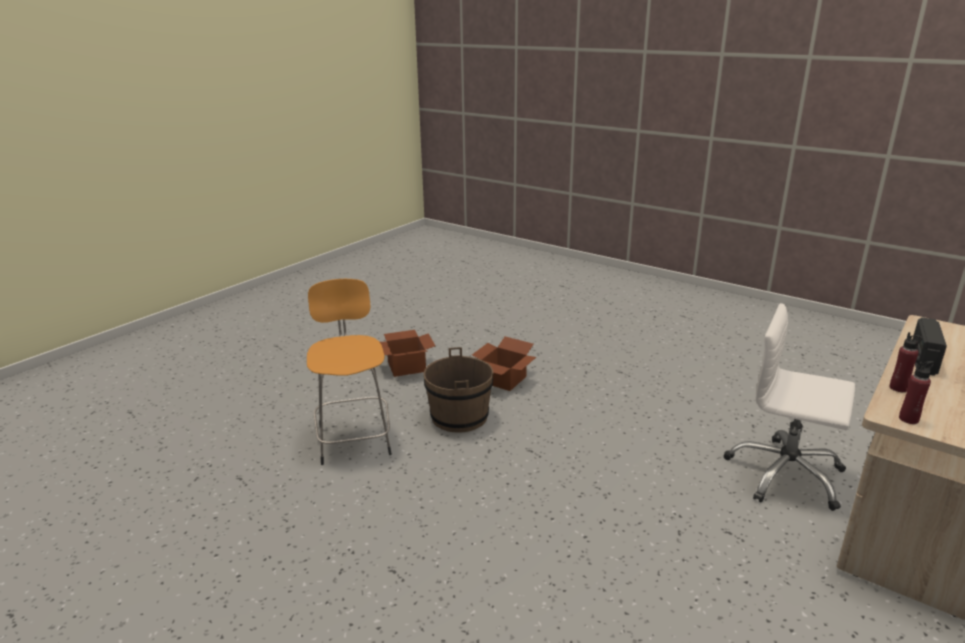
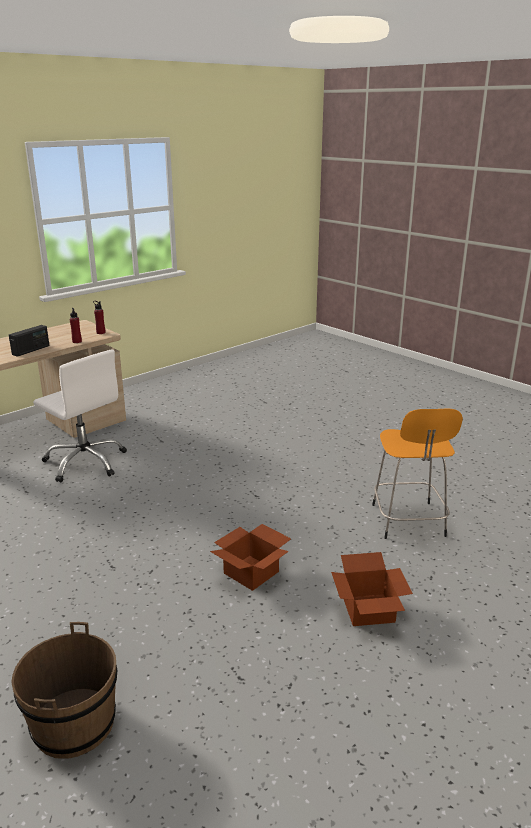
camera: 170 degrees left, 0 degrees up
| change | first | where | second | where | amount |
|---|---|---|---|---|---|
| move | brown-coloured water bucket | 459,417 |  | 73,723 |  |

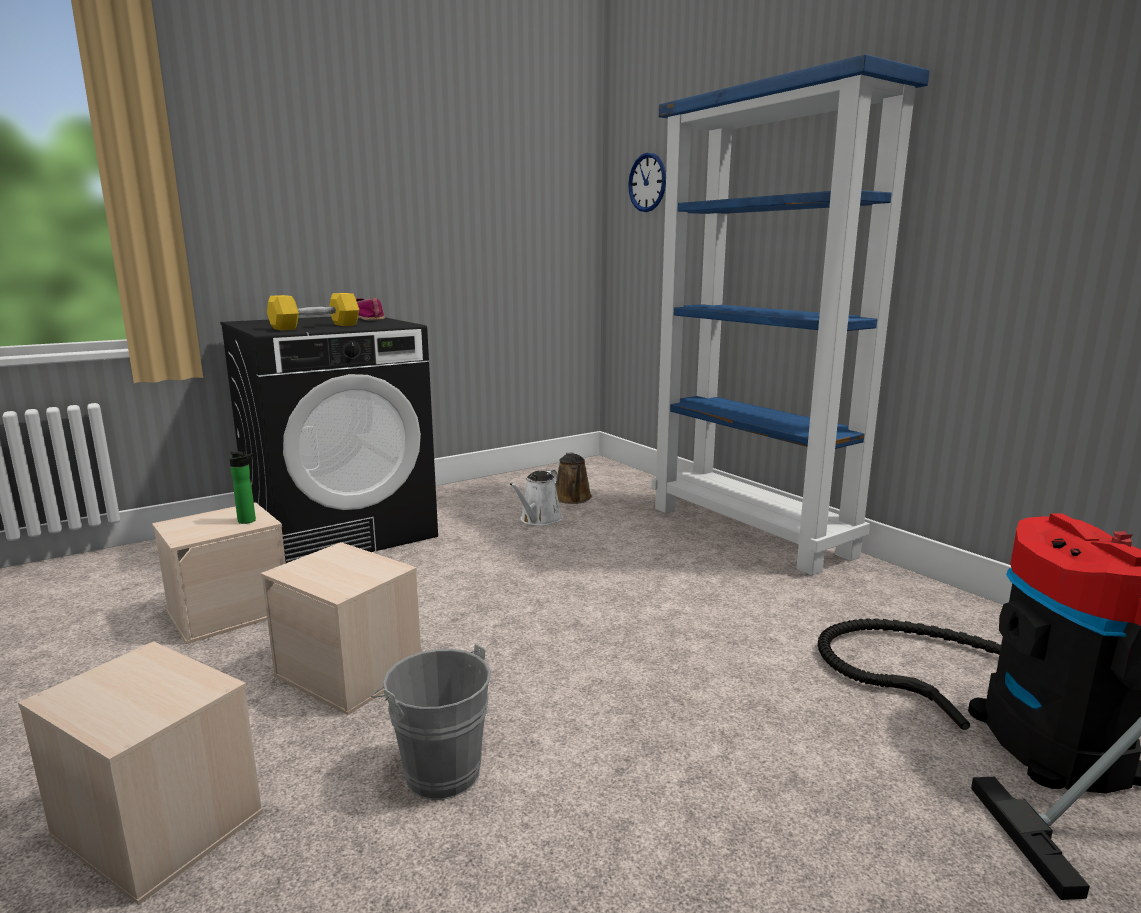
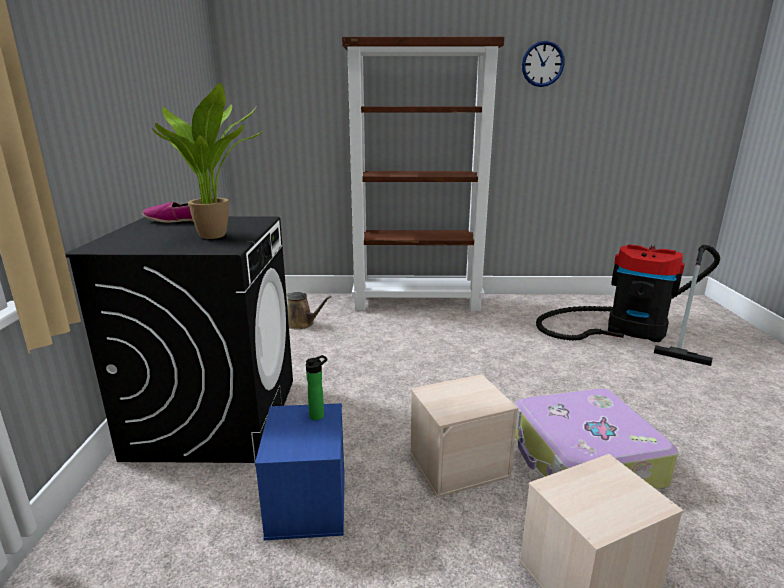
camera: 55 degrees left, 5 degrees up
| change | first | where | second | where | amount |
|---|---|---|---|---|---|
| delete | white-coloured sprinkling can | 539,520 |  |  |  |
| move | hanging clock | 647,182 |  | 542,64 |  |
| replace | yellow-coloured hand weight | 315,327 | plant in a pot | 218,236 |  |
| replace | grey water bucket | 437,769 | travel case | 583,459 |  |
| recolor | beige-coloured storage bin | 230,611 | blue-coloured storage bin | 306,502 |  |
| recolor | blue-coloured shelving unit | 751,531 | brown-coloured shelving unit | 417,302 |  |

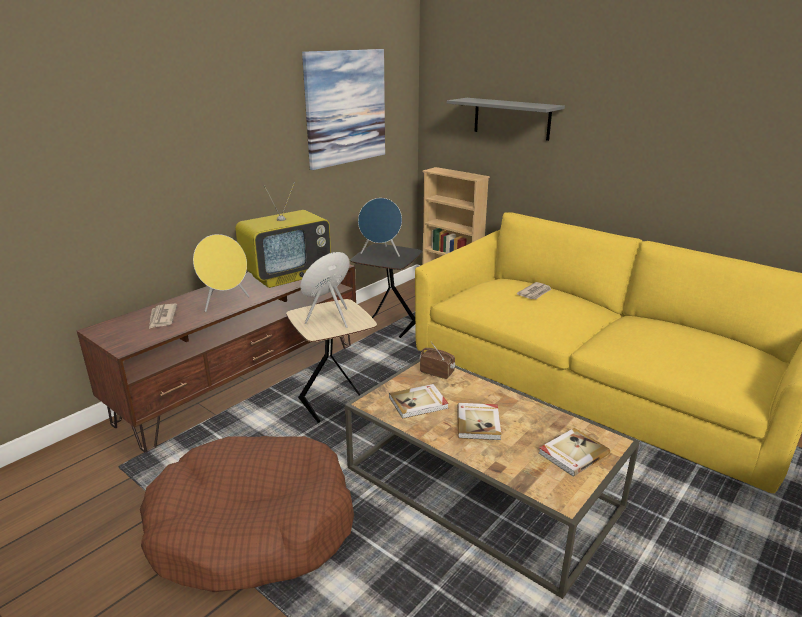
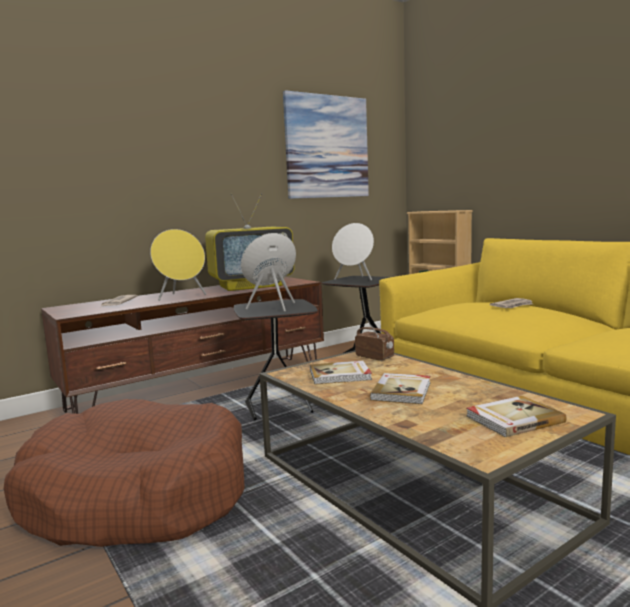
camera: 15 degrees right, 15 degrees down
| change | first | where | second | where | amount |
|---|---|---|---|---|---|
| delete | grey shelf | 511,118 |  |  |  |
| recolor | beige-coloured accent table | 336,403 | black accent table | 280,408 |  |
| recolor | blue-coloured loudspeaker | 381,253 | white-coloured loudspeaker | 354,279 |  |

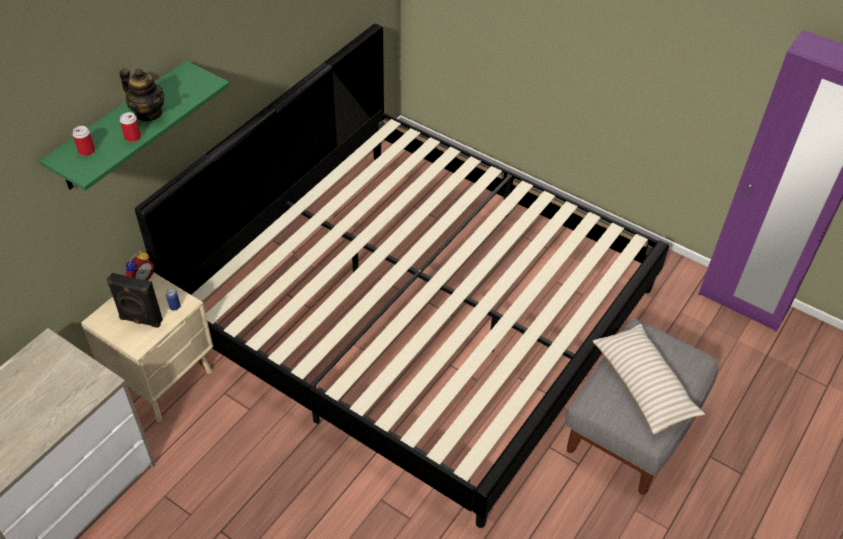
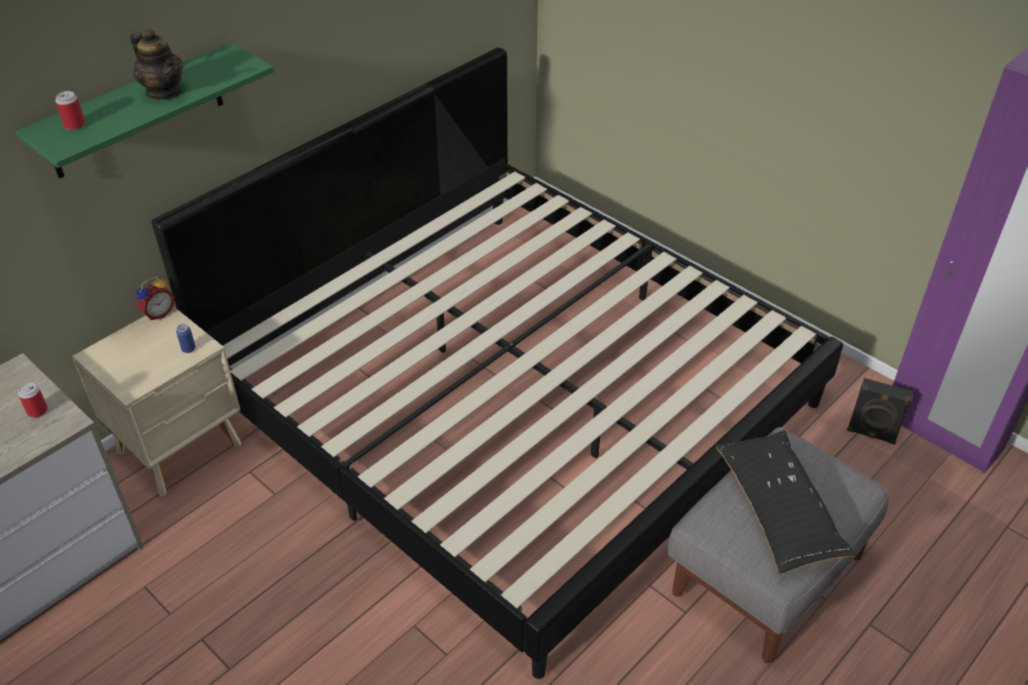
camera: 10 degrees right, 5 degrees down
| change | first | where | second | where | amount |
|---|---|---|---|---|---|
| move | black loudspeaker | 140,320 |  | 871,435 |  |
| move | can | 133,137 |  | 37,411 |  |
| recolor | beige-coloured throw pillow | 644,384 | black throw pillow | 778,510 |  |

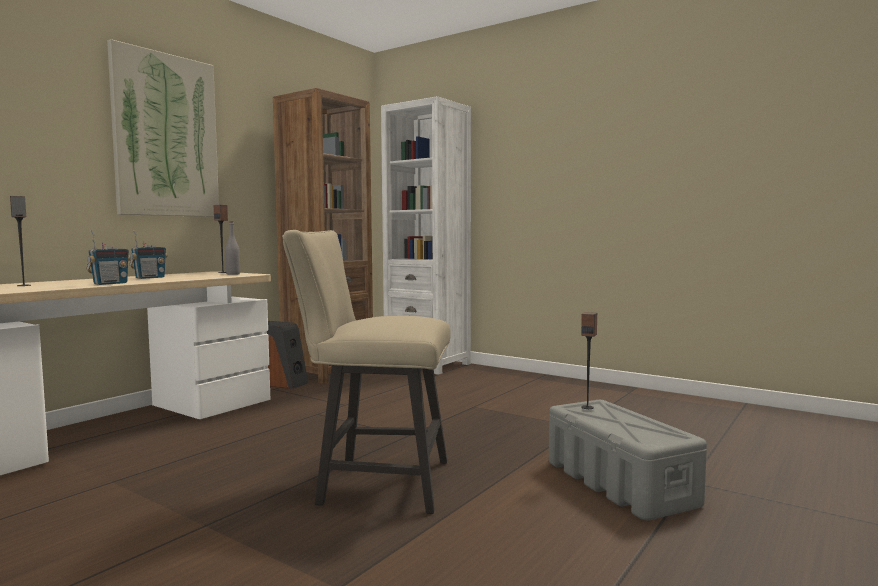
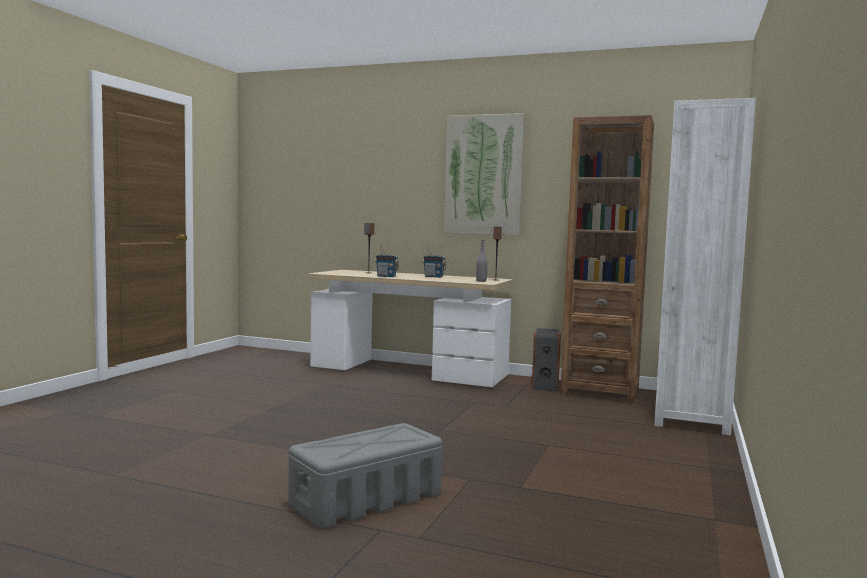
camera: 75 degrees right, 0 degrees up
| change | first | where | second | where | amount |
|---|---|---|---|---|---|
| delete | beige-coloured chair | 374,482 |  |  |  |
| delete | loudspeaker | 587,407 |  |  |  |

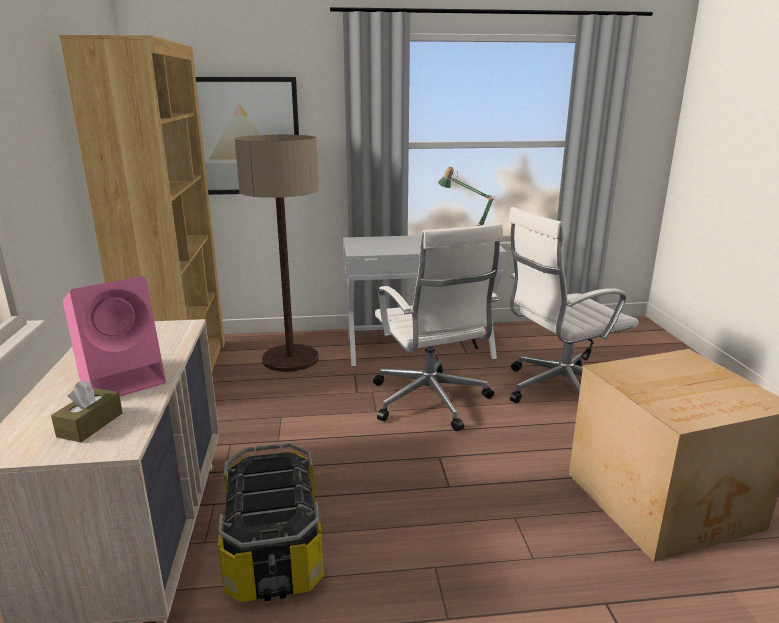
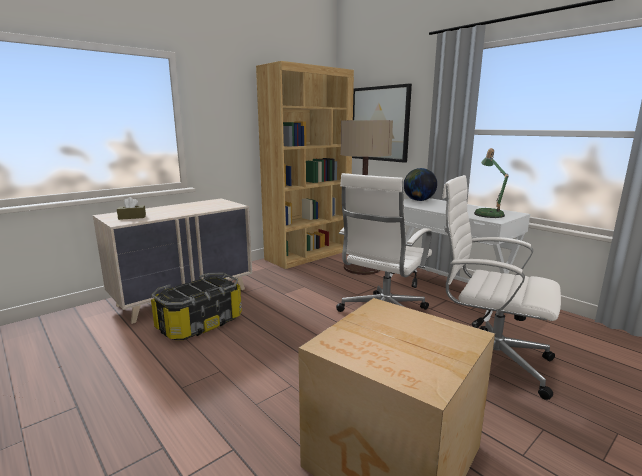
camera: 55 degrees right, 5 degrees down
| change | first | where | second | where | amount |
|---|---|---|---|---|---|
| delete | pink loudspeaker | 124,379 |  |  |  |
| insert |  |  | desk globe | 418,200 |  |

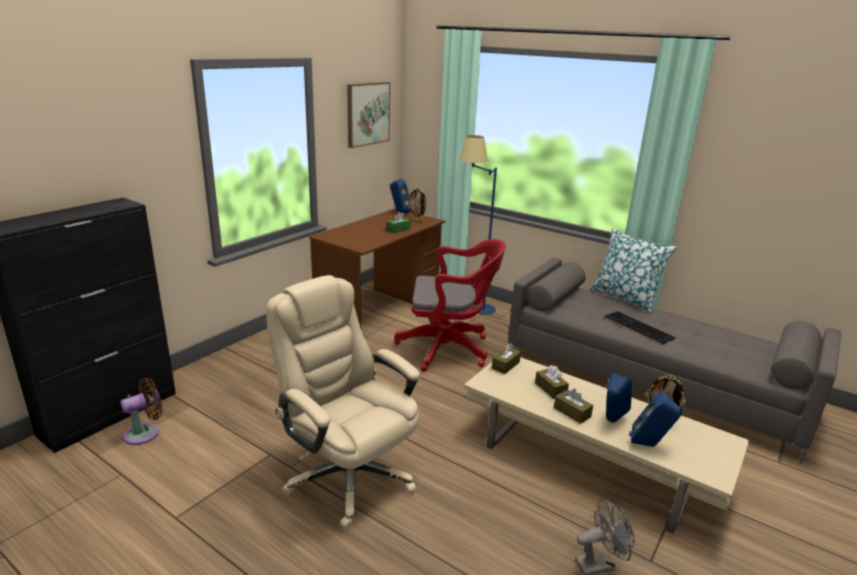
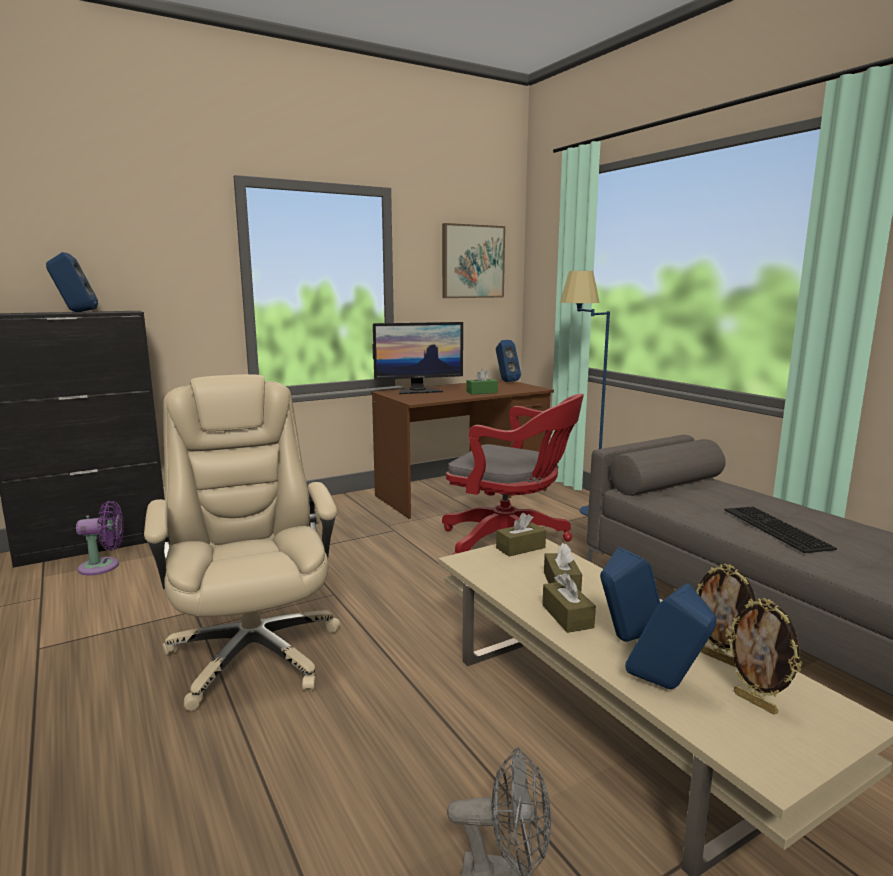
camera: 25 degrees right, 10 degrees down
| change | first | where | second | where | amount |
|---|---|---|---|---|---|
| delete | throw pillow | 625,298 |  |  |  |
| insert |  |  | blue-coloured loudspeaker | 75,312 |  |
| insert |  |  | computer screen | 418,391 |  |
| move | picture frame | 416,221 |  | 756,703 |  |
| recolor | brown-coloured cooling fan | 145,433 | purple cooling fan | 103,566 |  |

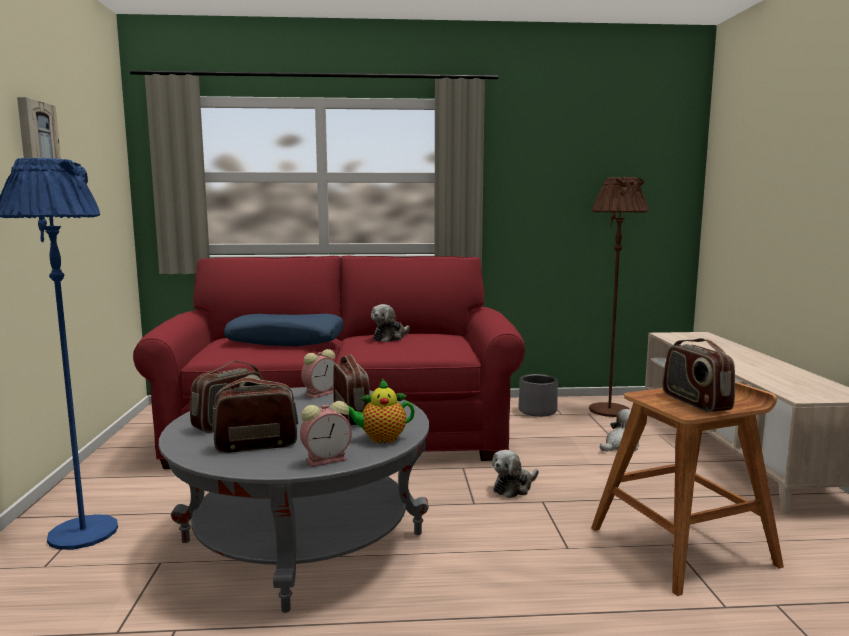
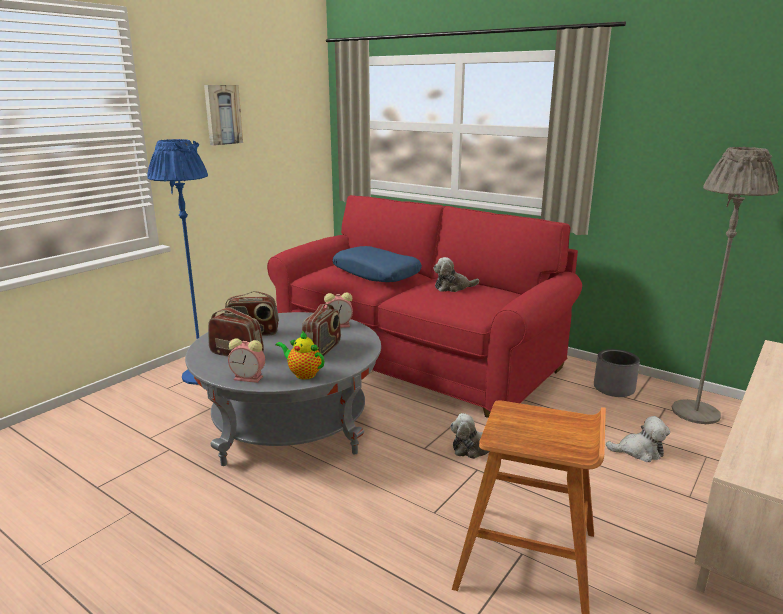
camera: 40 degrees right, 10 degrees up
| change | first | where | second | where | amount |
|---|---|---|---|---|---|
| delete | radio receiver | 695,402 |  |  |  |
| recolor | brown-coloured floor lamp | 609,410 | grey floor lamp | 695,412 |  |

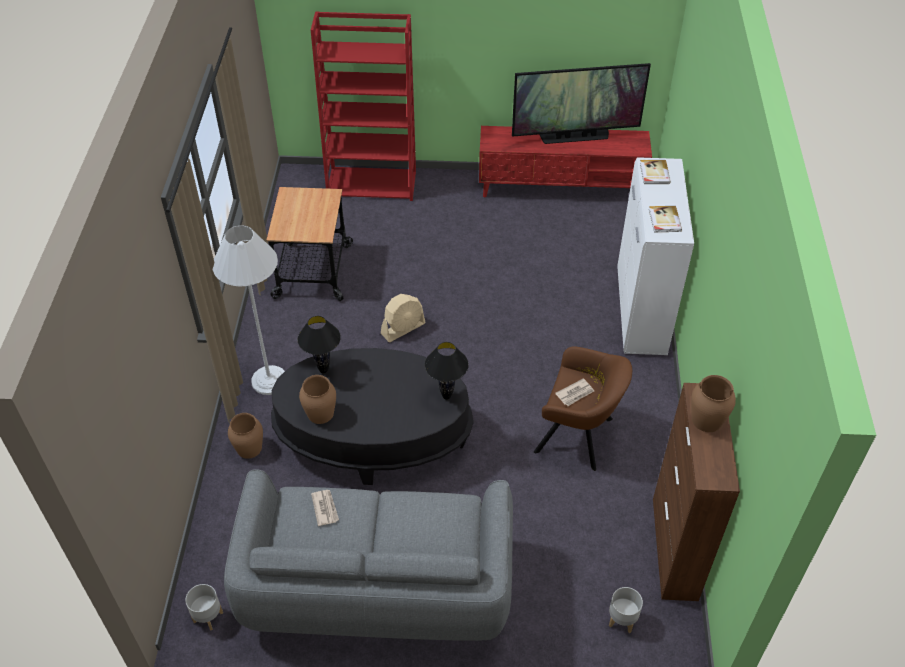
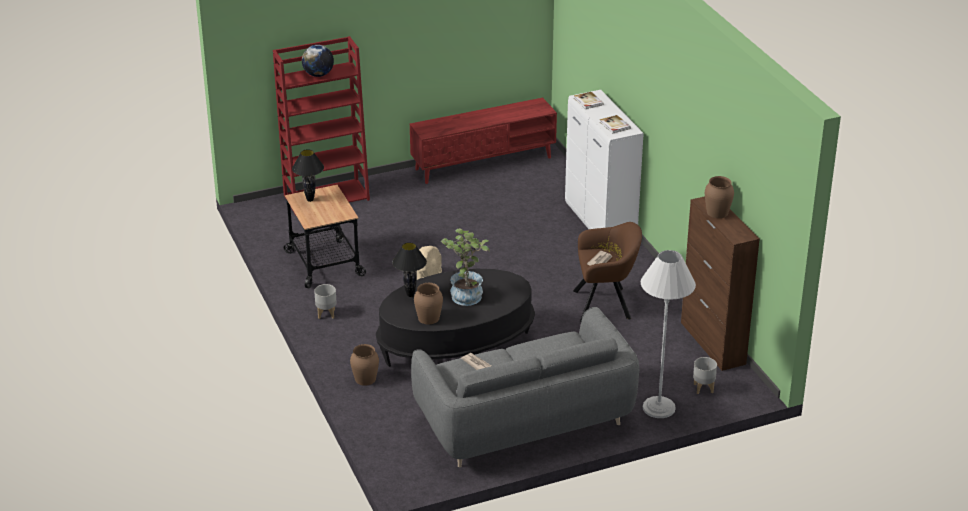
camera: 25 degrees left, 15 degrees down
| change | first | where | second | where | amount |
|---|---|---|---|---|---|
| delete | TV set | 575,137 |  |  |  |
| insert |  |  | desk globe | 318,75 |  |
| insert |  |  | plant in a pot | 466,294 |  |
| move | grey flower pot | 208,617 |  | 326,314 |  |
| move | white-coloured floor lamp | 269,380 |  | 659,408 |  |
| move | black table lamp | 446,396 |  | 310,200 |  |

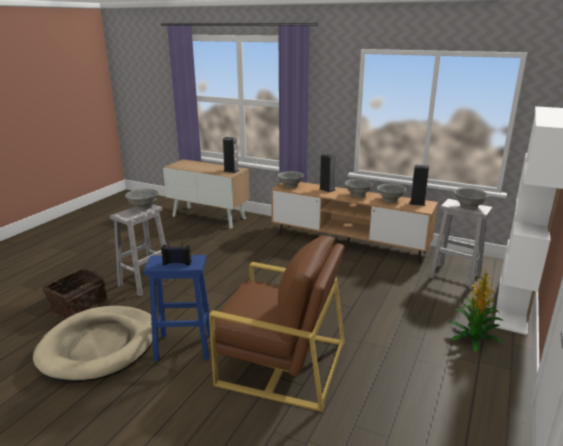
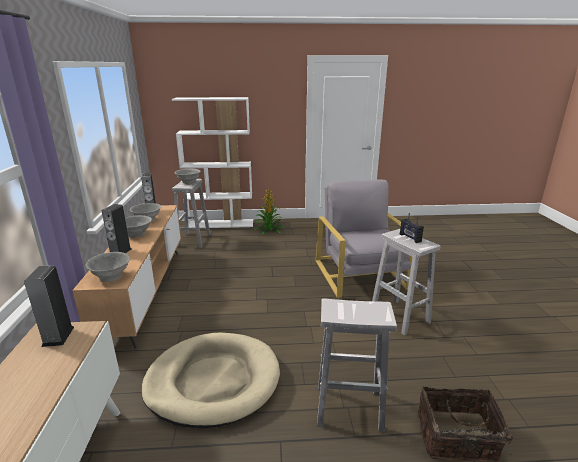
camera: 120 degrees left, 0 degrees up
| change | first | where | second | where | amount |
|---|---|---|---|---|---|
| delete | grey serving bowl | 143,207 |  |  |  |
| move | beige-coloured dog cushion | 100,346 |  | 213,381 |  |
| recolor | blue-coloured sitting stool | 183,347 | white-coloured sitting stool | 400,317 |  |
| recolor | brown-coloured armchair | 281,362 | grey armchair | 360,274 |  |

